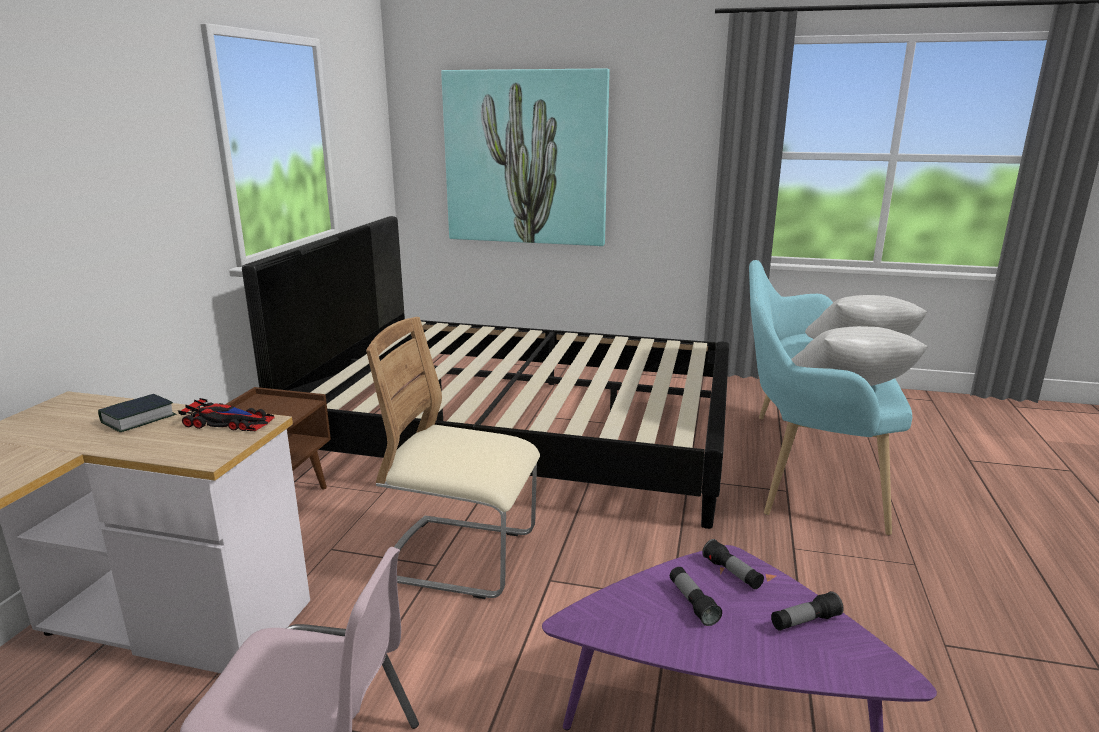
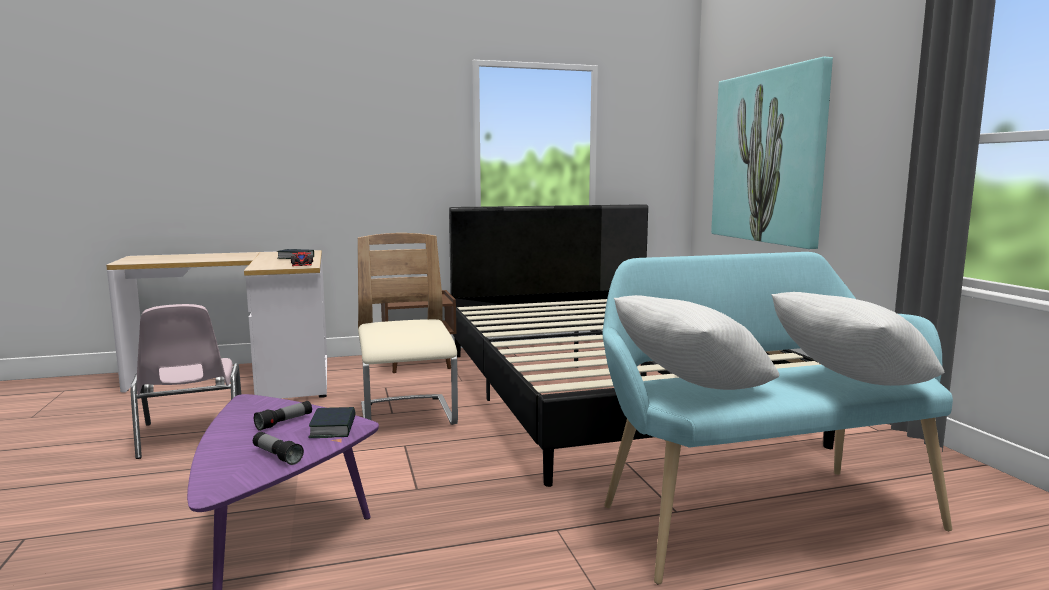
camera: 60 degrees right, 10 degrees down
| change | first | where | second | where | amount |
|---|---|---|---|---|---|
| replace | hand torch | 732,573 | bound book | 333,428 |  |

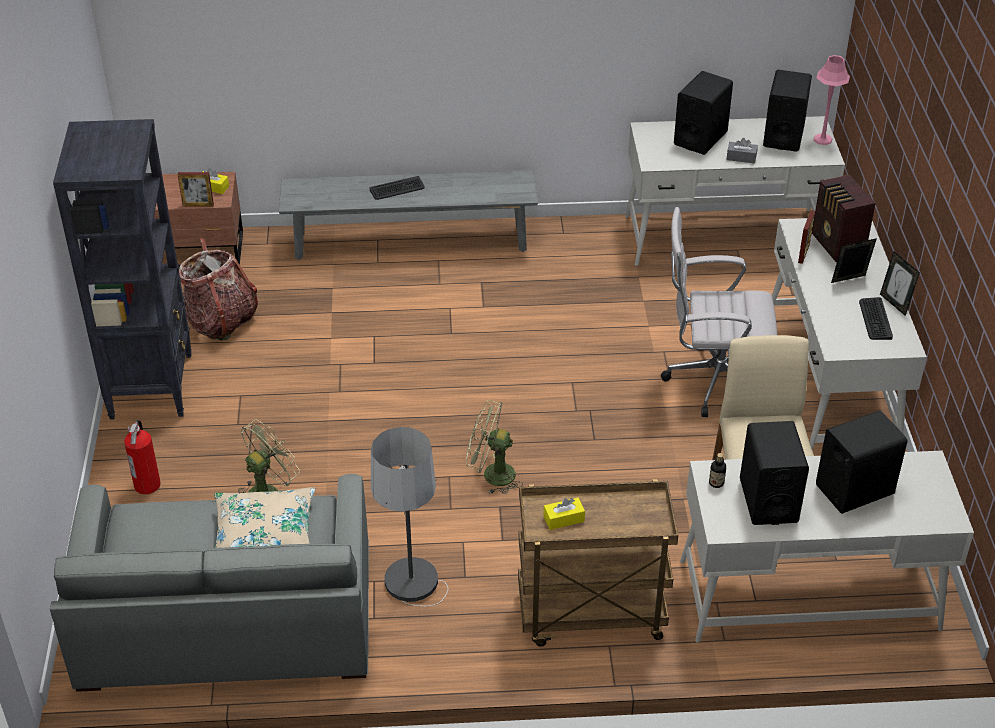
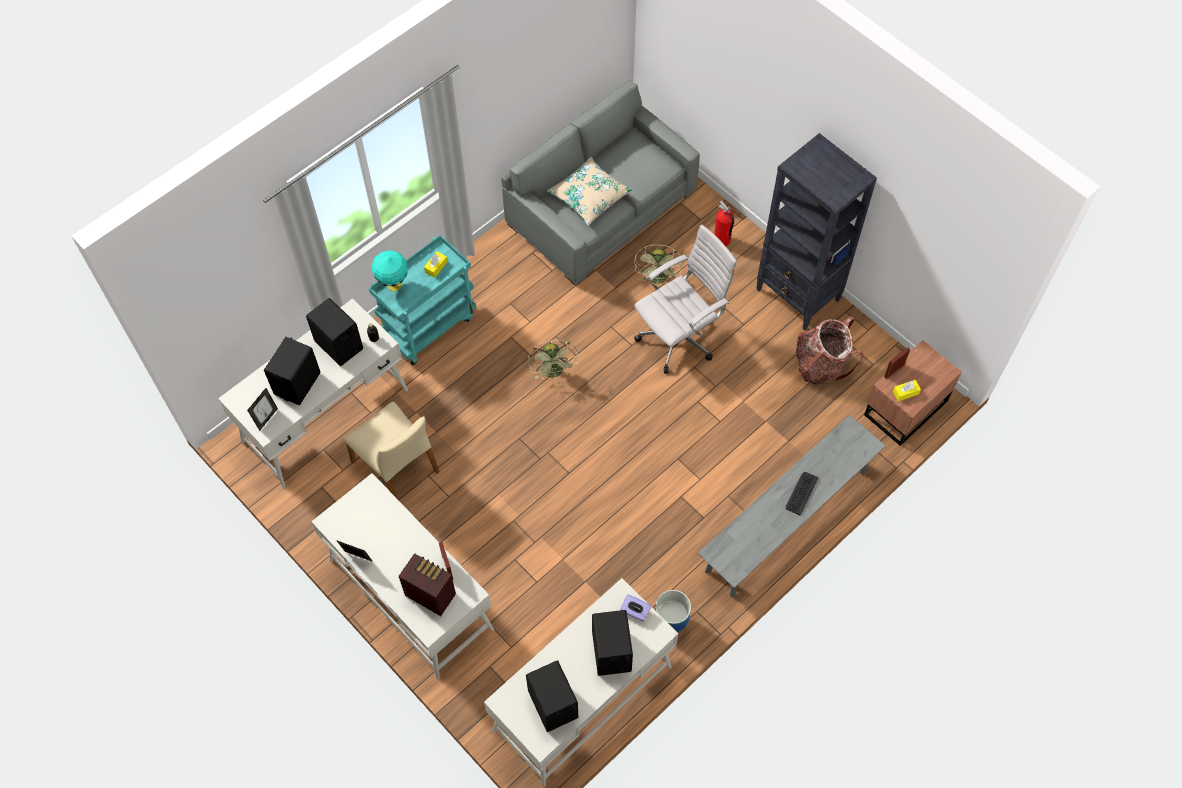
camera: 140 degrees right, 20 degrees up
| change | first | where | second | where | amount |
|---|---|---|---|---|---|
| delete | floor lamp | 414,617 |  |  |  |
| delete | grey tissue box | 741,157 |  |  |  |
| delete | pink table lamp | 822,139 |  |  |  |
| delete | keyboard | 875,319 |  |  |  |
| insert |  |  | blue-green table lamp | 393,285 |  |
| insert |  |  | purple tissue box | 635,611 |  |
| insert |  |  | flower pot | 670,623 |  |
| move | white-coloured desk chair | 711,381 |  | 680,337 |  |
| move | picture frame | 849,281 |  | 266,418 |  |
| recolor | brown-coloured trolley | 590,615 | blue-green trolley | 429,325 |  |
| rotate | green cooling fan | 491,474 |  | 554,372 | 105 degrees clockwise |

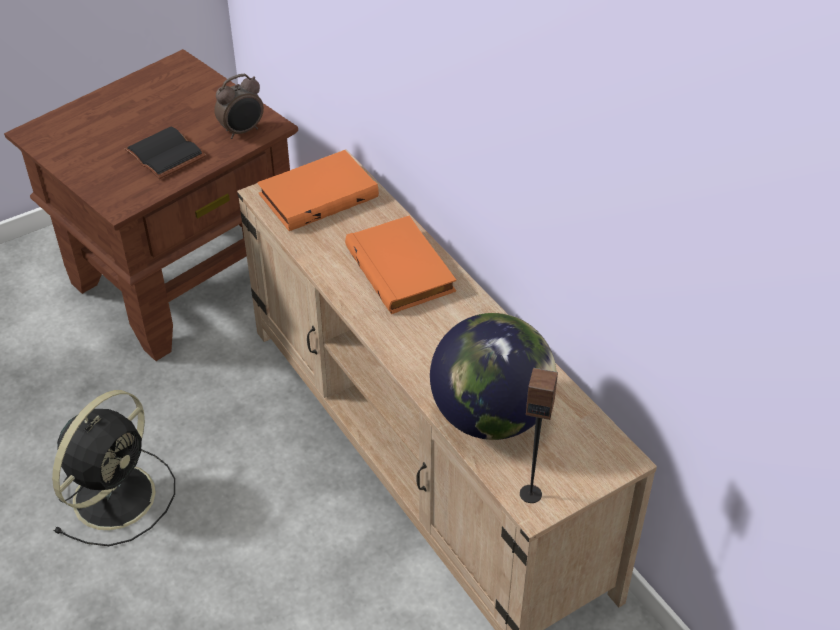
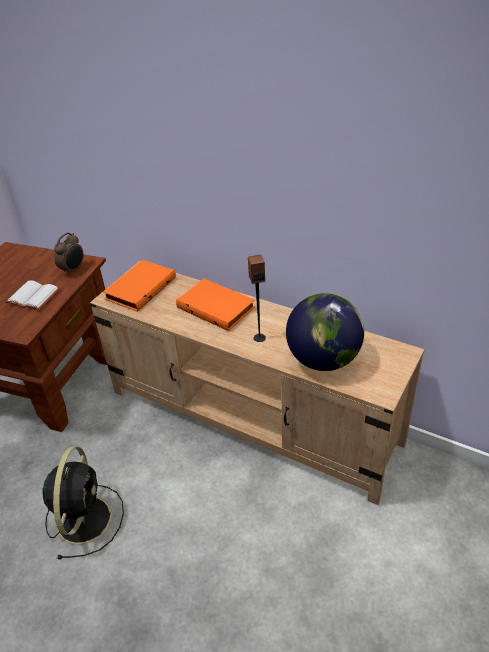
camera: 25 degrees left, 5 degrees down
| change | first | where | second | where | amount |
|---|---|---|---|---|---|
| move | loudspeaker | 530,493 |  | 259,337 |  |
| recolor | black bound book | 167,154 | white-coloured bound book | 35,296 |  |

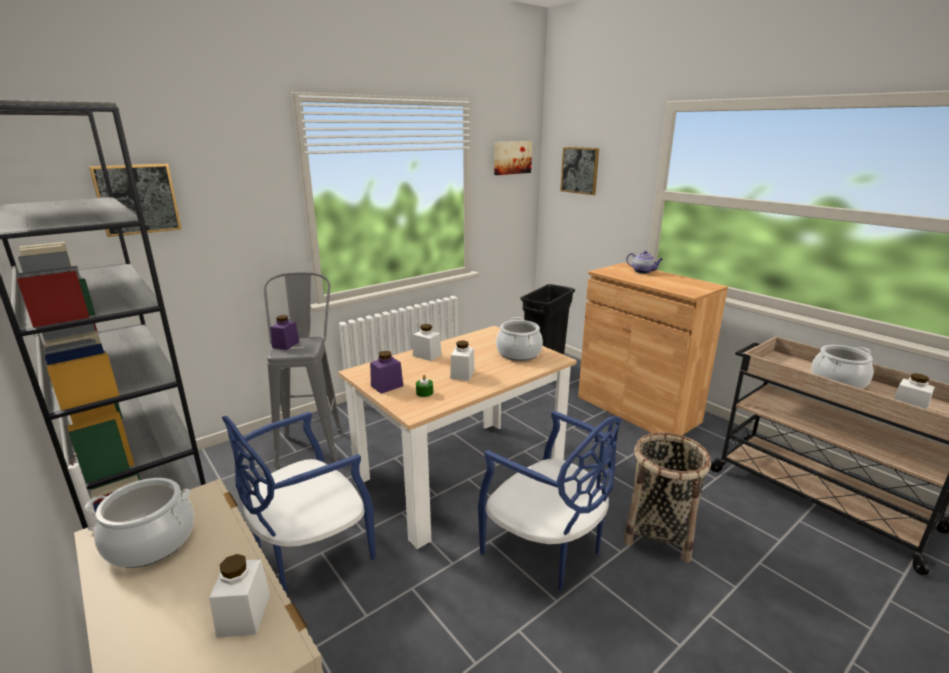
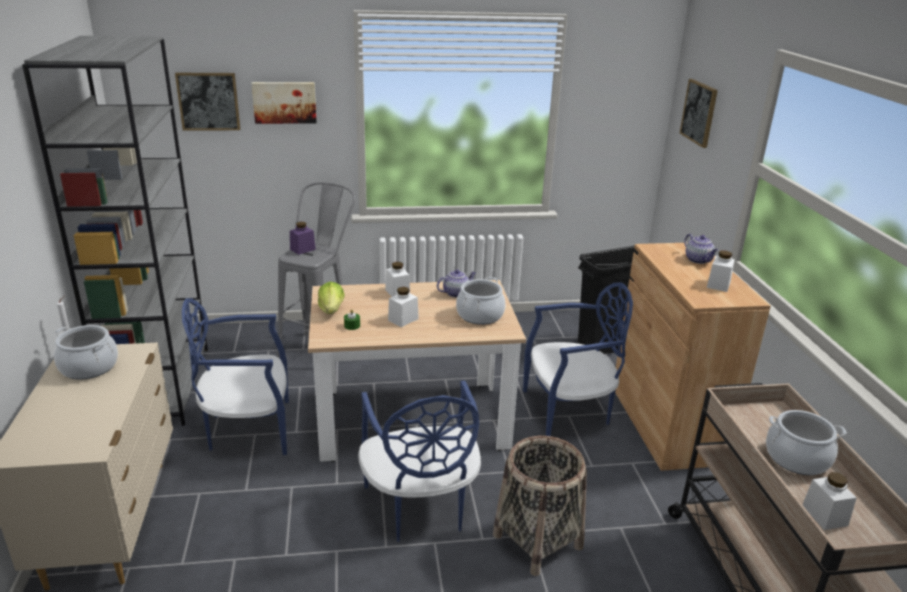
camera: 30 degrees right, 5 degrees up
| change | first | where | second | where | amount |
|---|---|---|---|---|---|
| insert |  |  | teapot | 456,293 |  |
| insert |  |  | blue-coloured chair | 568,412 |  |
| move | white-coloured storage jar | 244,614 |  | 718,285 |  |
| move | wall art | 511,157 |  | 284,102 |  |
| replace | purple storage jar | 387,386 | lettuce head | 331,310 |  |

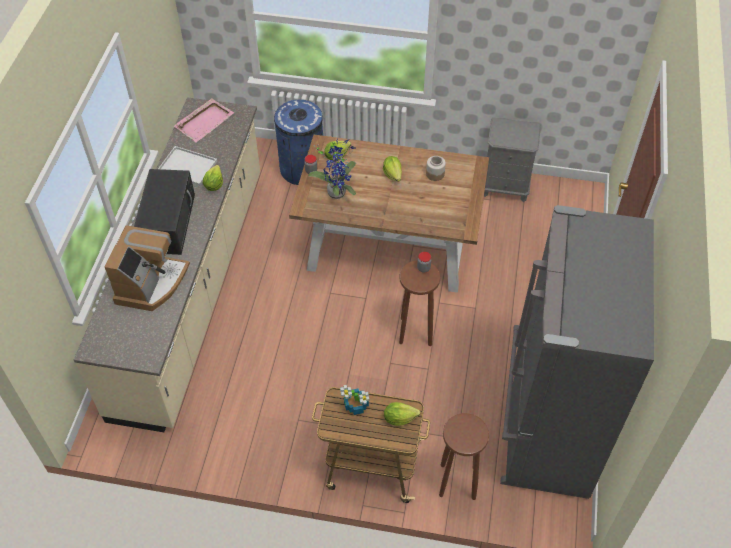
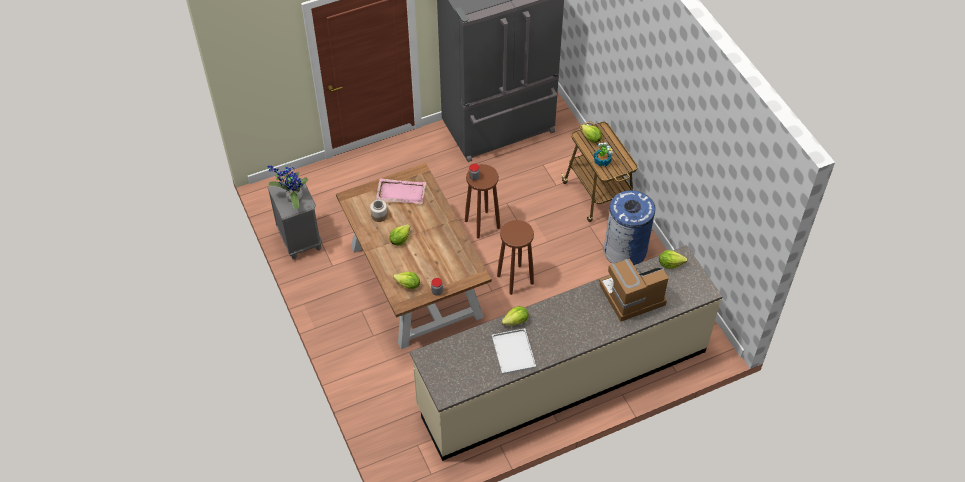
camera: 125 degrees left, 0 degrees up
| change | first | where | second | where | amount |
|---|---|---|---|---|---|
| delete | black microwave | 168,222 |  |  |  |
| insert |  |  | lettuce head | 670,264 |  |
| move | pink carrying tray | 205,121 |  | 400,192 |  |
| move | blue-coloured rubbish bin | 302,169 |  | 625,250 |  |
| move | plant in a pot | 337,191 |  | 292,198 |  |
| move | brown-coloured sitting stool | 457,481 |  | 515,280 |  |

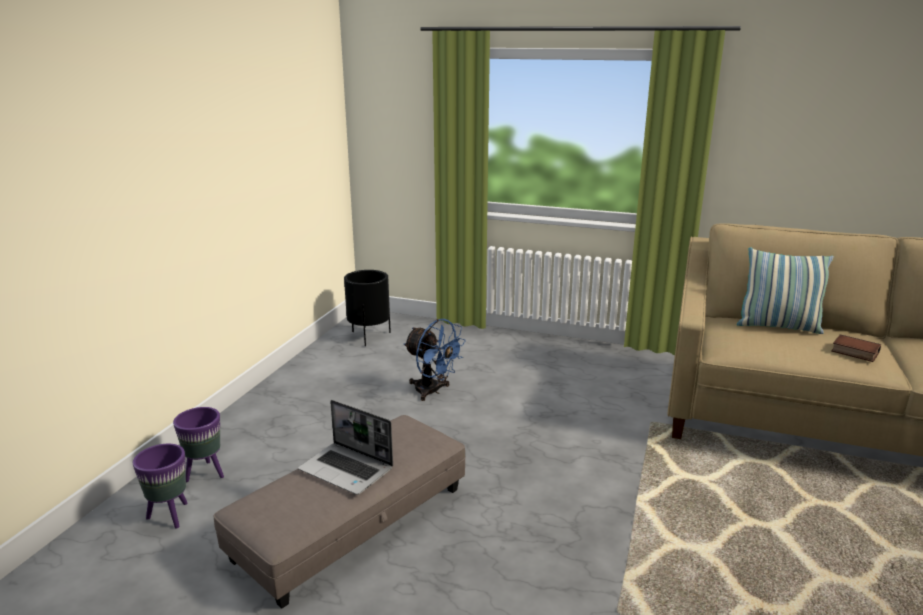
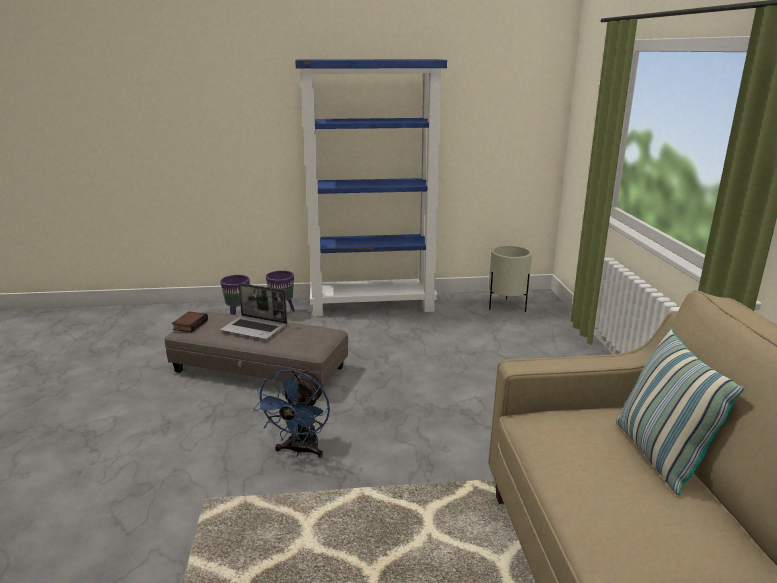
camera: 65 degrees right, 0 degrees up
| change | first | where | second | where | amount |
|---|---|---|---|---|---|
| insert |  |  | blue-coloured shelving unit | 373,305 |  |
| move | blue-coloured cooling fan | 433,391 |  | 300,450 |  |
| move | bound book | 854,352 |  | 190,324 |  |
| recolor | black flower pot | 369,336 | beige-coloured flower pot | 507,306 |  |
| rotate | portable computer | 347,469 |  | 255,329 | 75 degrees counterclockwise |

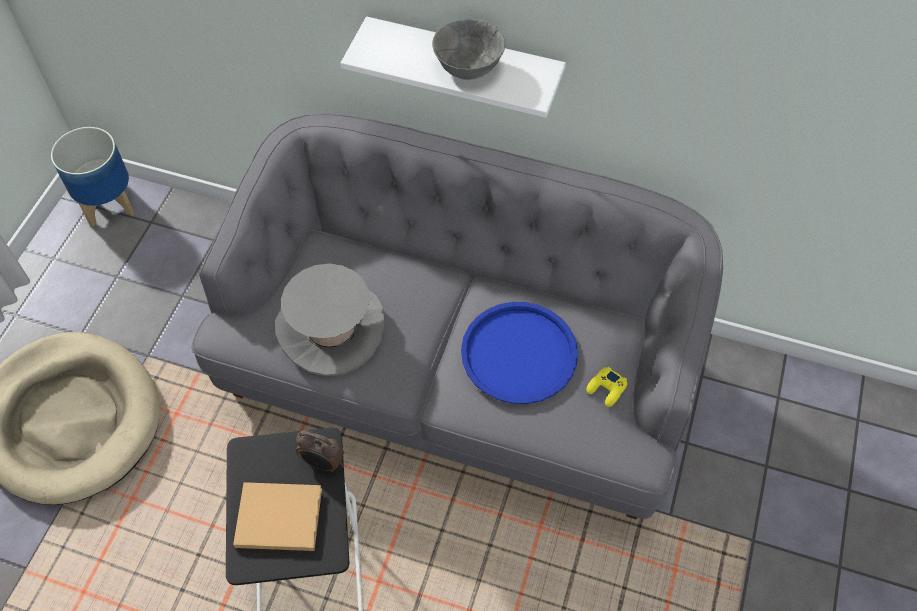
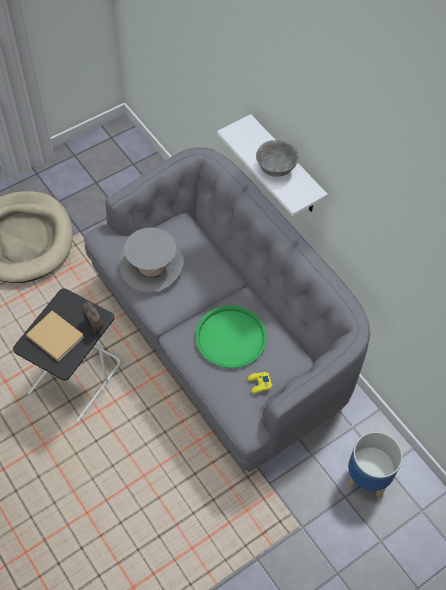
camera: 35 degrees right, 0 degrees up
| change | first | where | second | where | amount |
|---|---|---|---|---|---|
| move | flower pot | 108,204 |  | 367,477 |  |
| recolor | blue-coloured carrying tray | 519,353 | green carrying tray | 230,337 |  |

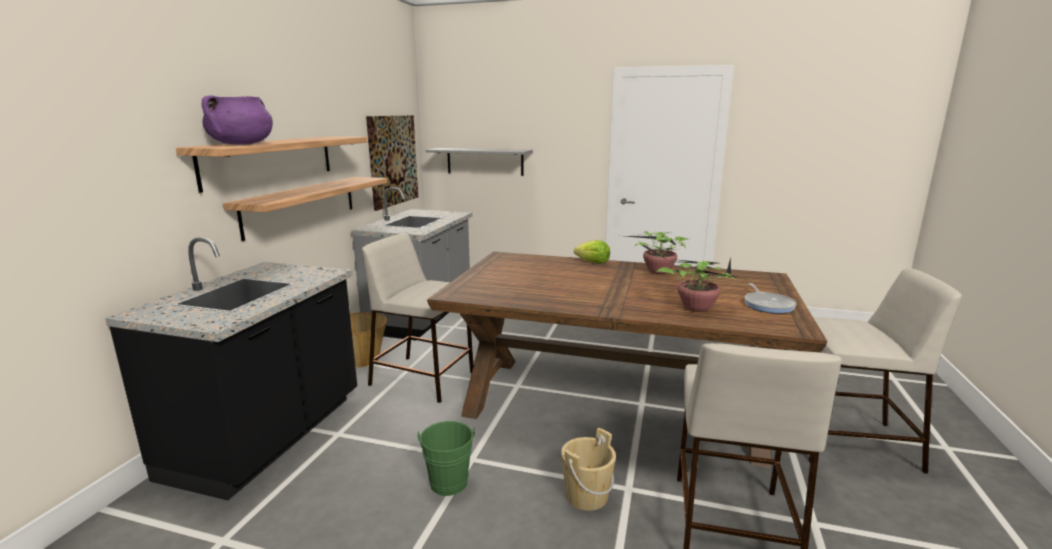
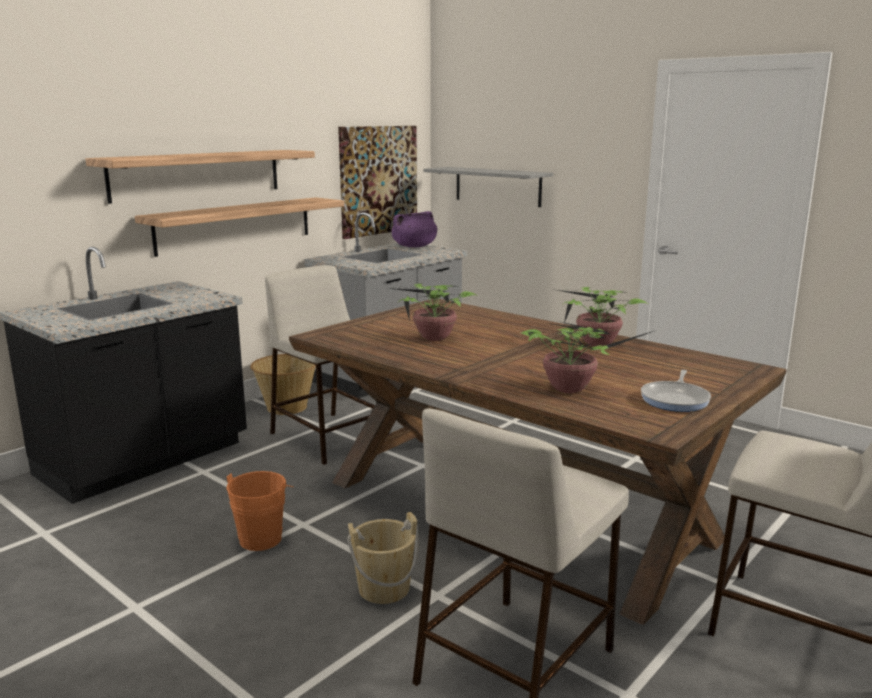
camera: 25 degrees right, 0 degrees up
| change | first | where | second | where | amount |
|---|---|---|---|---|---|
| delete | lettuce head | 593,262 |  |  |  |
| insert |  |  | plant in a pot | 434,339 |  |
| move | purple cooking pot | 241,144 |  | 414,246 |  |
| recolor | green water bucket | 449,480 | orangey water bucket | 263,537 |  |

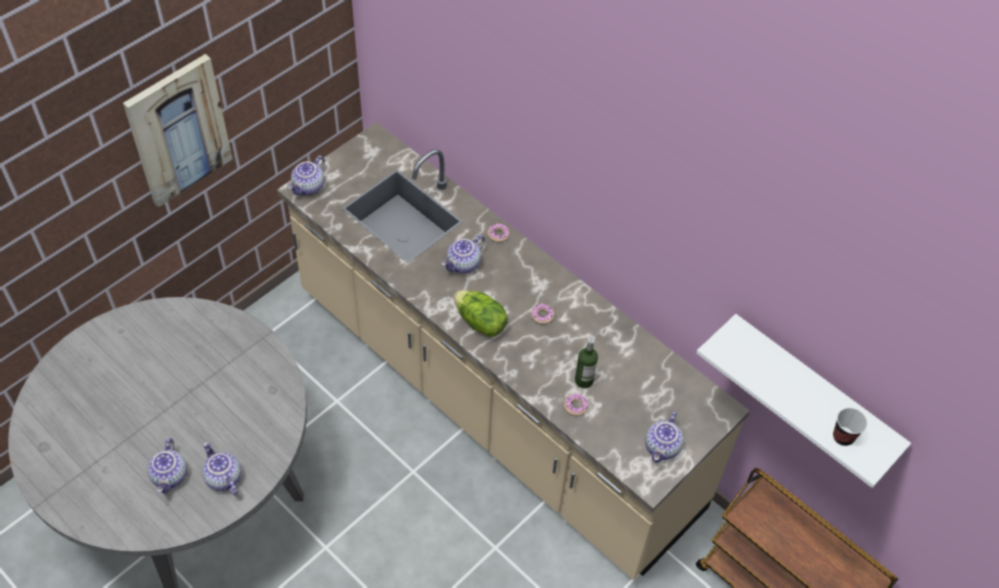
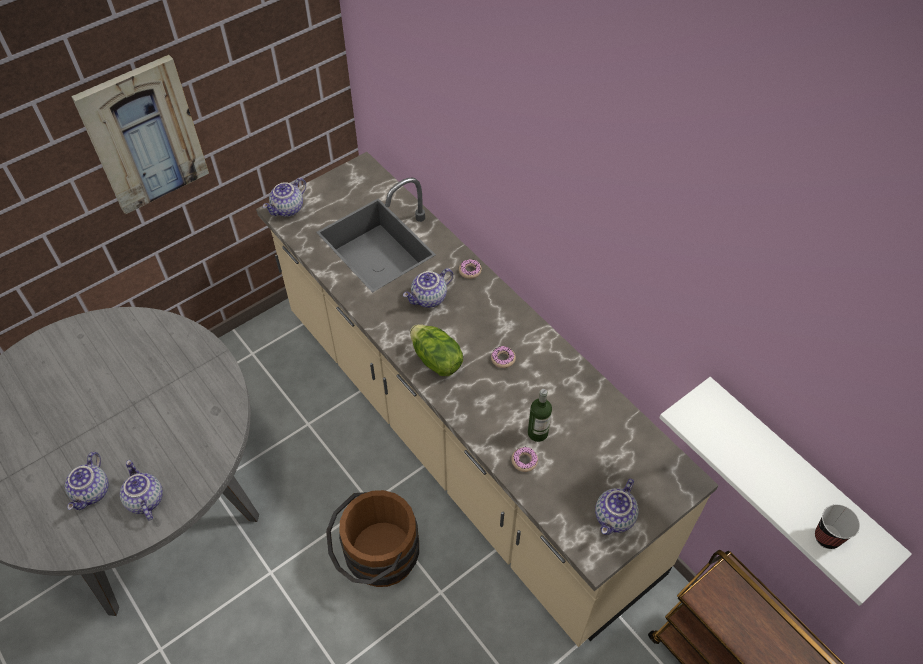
camera: 10 degrees right, 0 degrees up
| change | first | where | second | where | amount |
|---|---|---|---|---|---|
| insert |  |  | brown-coloured water bucket | 376,558 |  |

